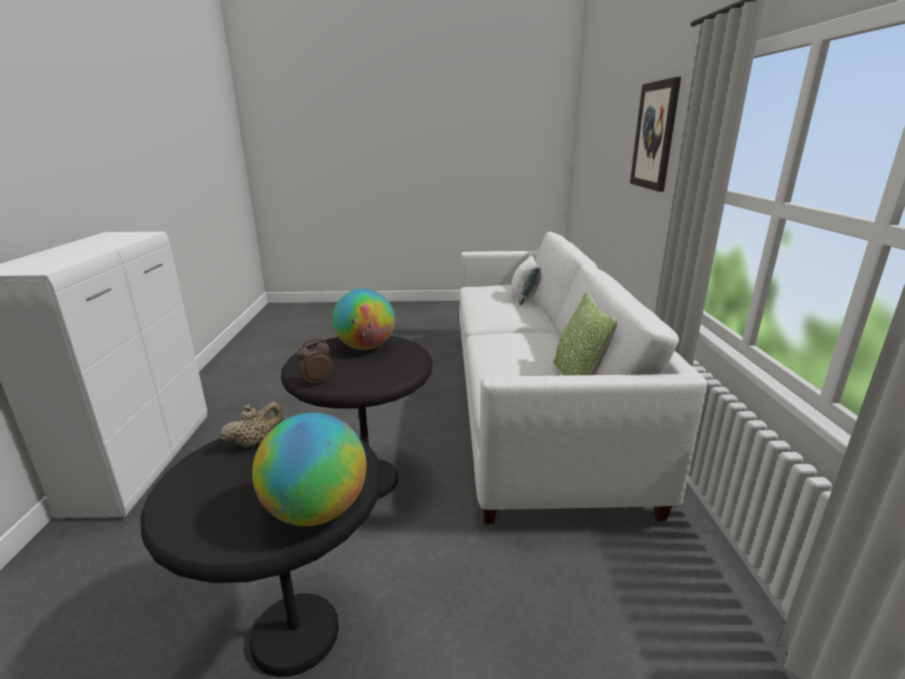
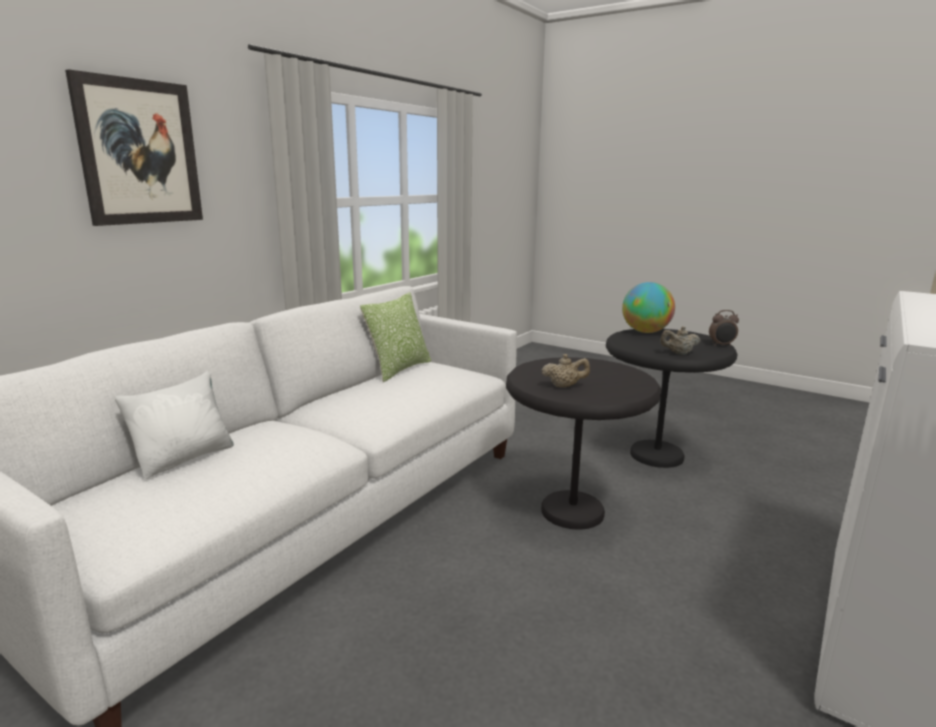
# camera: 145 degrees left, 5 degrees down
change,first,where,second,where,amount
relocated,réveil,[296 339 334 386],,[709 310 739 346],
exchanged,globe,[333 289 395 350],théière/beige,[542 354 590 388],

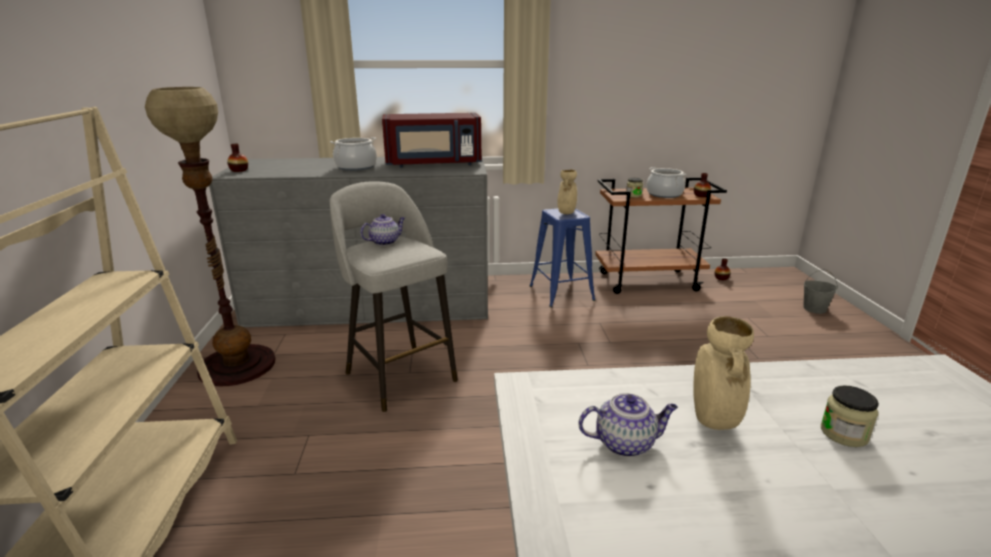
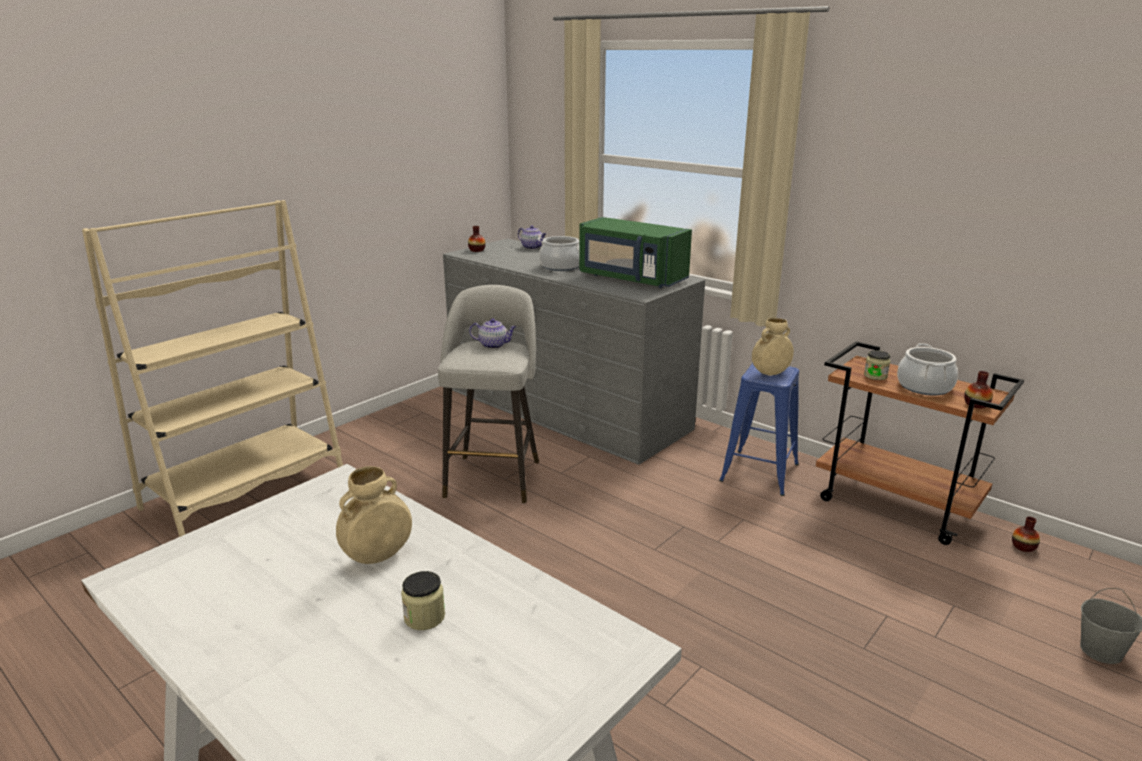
# camera: 45 degrees right, 0 degrees up
change,first,where,second,where,amount
missing,lampadaire,[145 87 276 386],,,
relocated,théière,[578 393 678 457],,[518 225 546 249],
colour,micro-ondes/rouge,[382 113 482 167],micro-ondes/vert,[579 217 692 288],

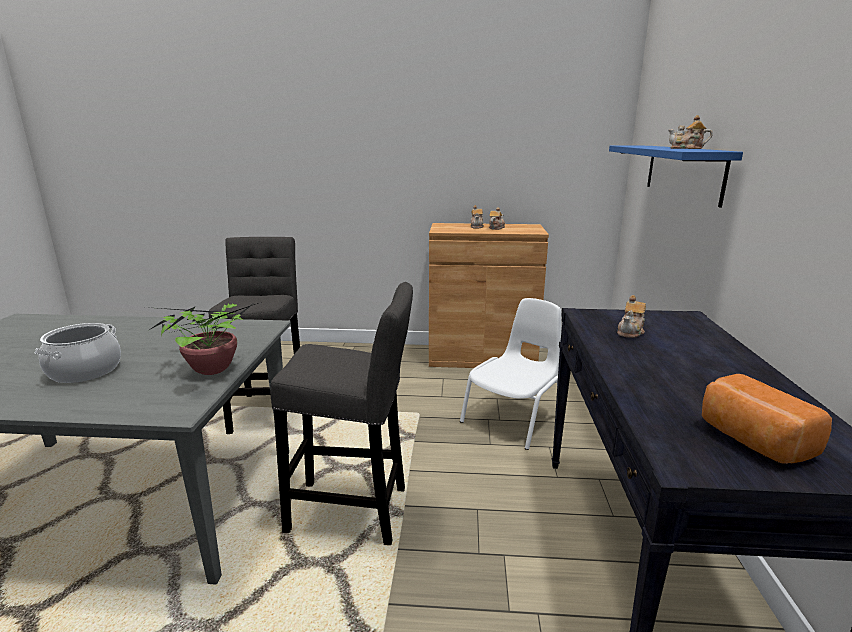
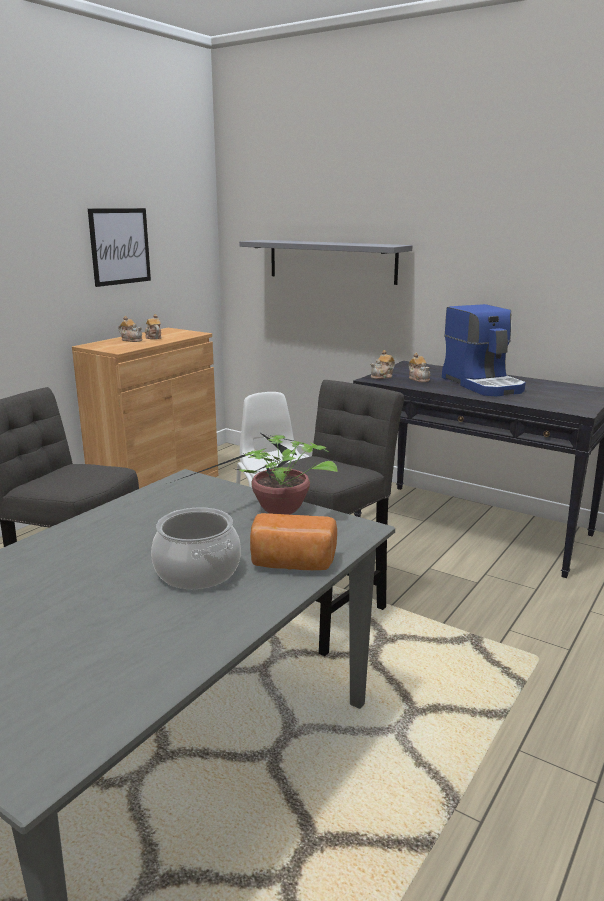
# camera: 60 degrees left, 0 degrees up
change,first,where,second,where,amount
appeared,,,tableau,[88 208 151 287],
appeared,,,machine à café,[442 304 526 396],
relocated,théière,[668 115 713 149],,[370 350 395 379],
relocated,pain,[702 374 832 464],,[250 513 337 570],
colour,étagère/bleu,[609 146 743 208],étagère/gris,[239 240 412 285],

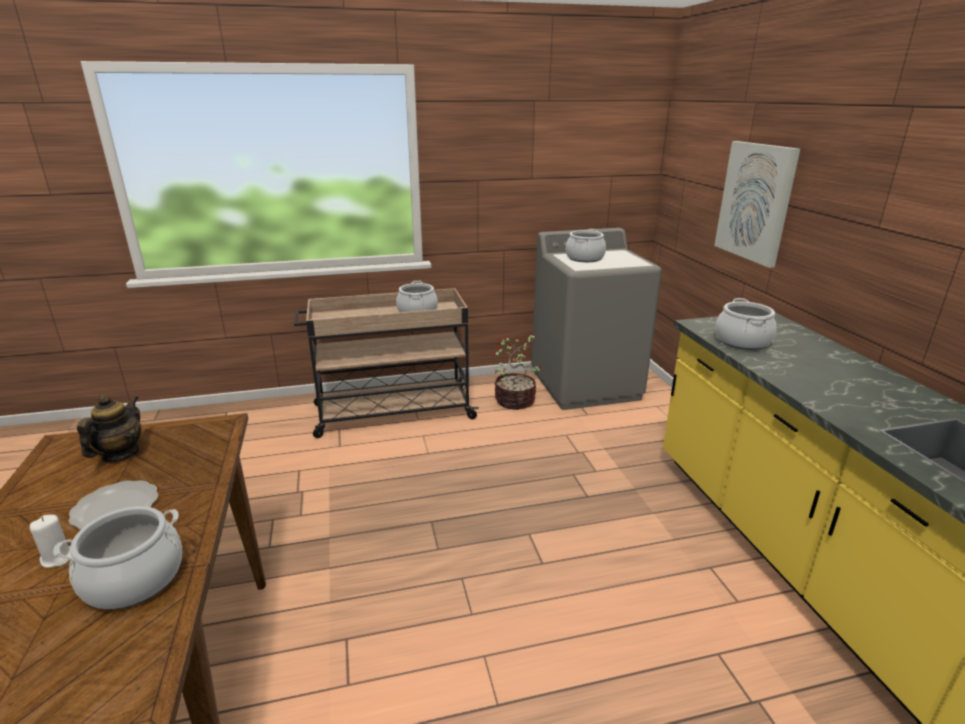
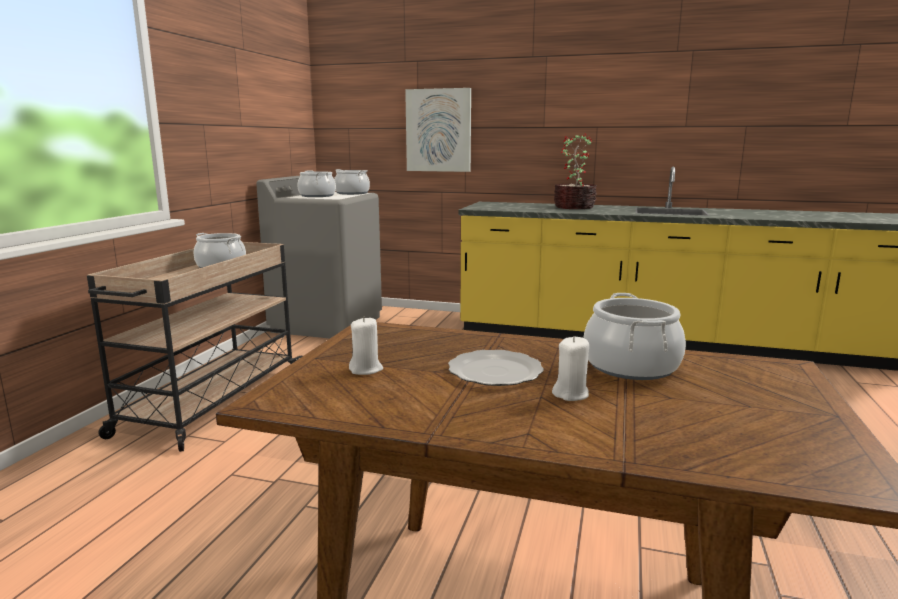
# camera: 60 degrees left, 10 degrees down
change,first,where,second,where,amount
relocated,plante en pot,[493 335 541 410],,[554 133 597 209],
relocated,marmite,[715 298 777 350],,[334 169 370 195],
exchanged,théière,[77 395 142 463],bougie/blanc,[349 317 383 375],

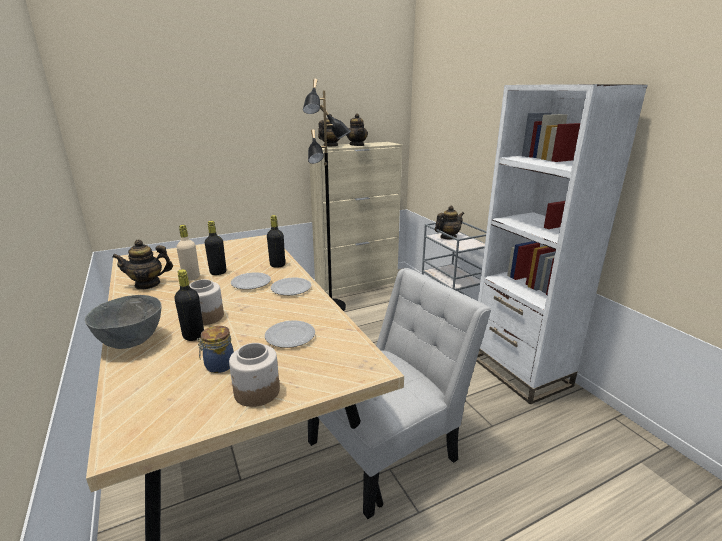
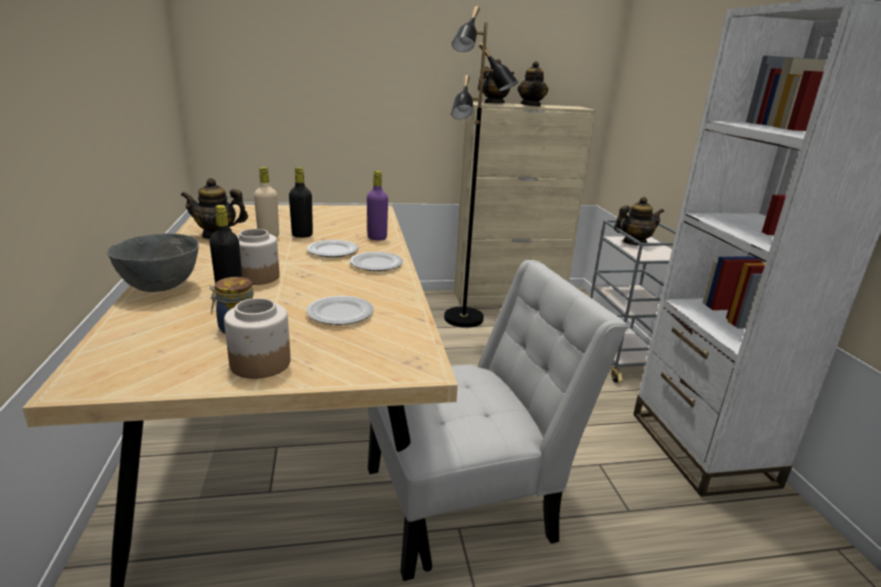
# camera: 15 degrees right, 0 degrees up
change,first,where,second,where,amount
colour,bouteille/noir,[267 215 285 268],bouteille/violet,[367 171 388 240],

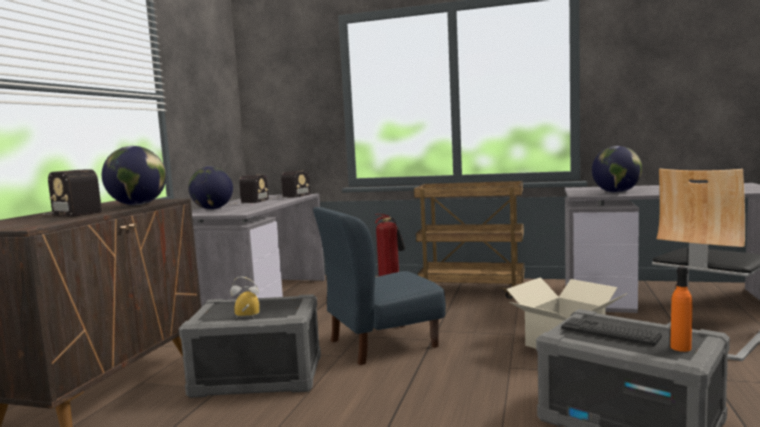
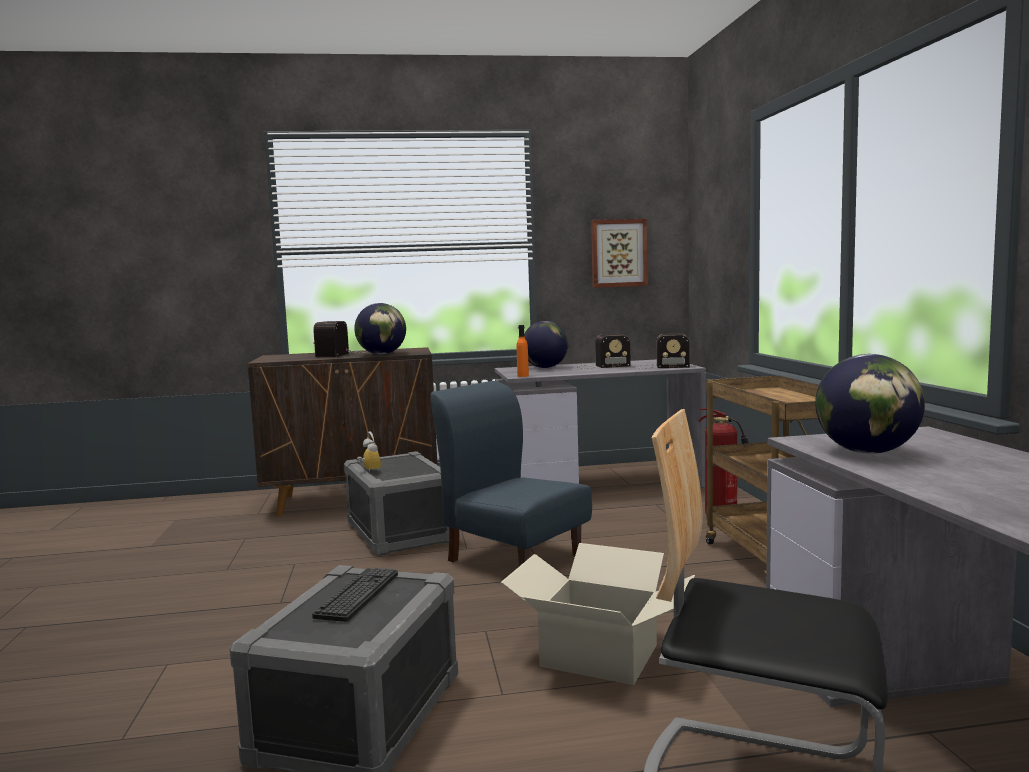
# camera: 65 degrees right, 0 degrees up
change,first,where,second,where,amount
appeared,,,tableau,[591 219 648 288],
relocated,bouteille/orange,[670 267 692 352],,[517 325 529 377],

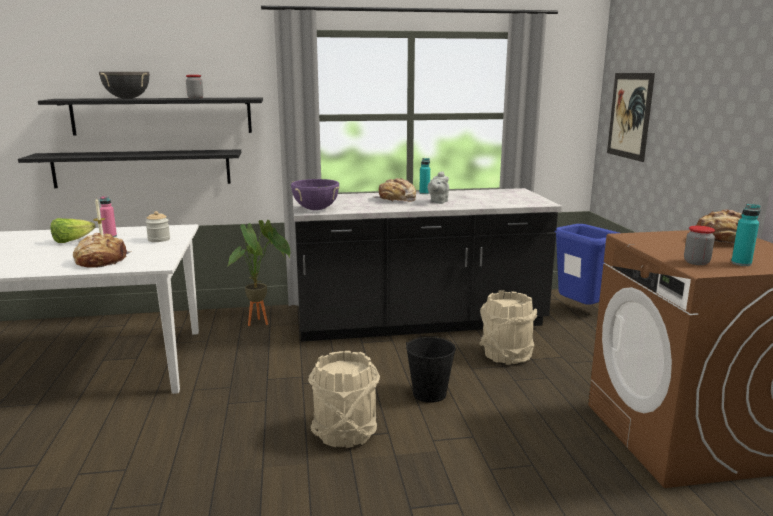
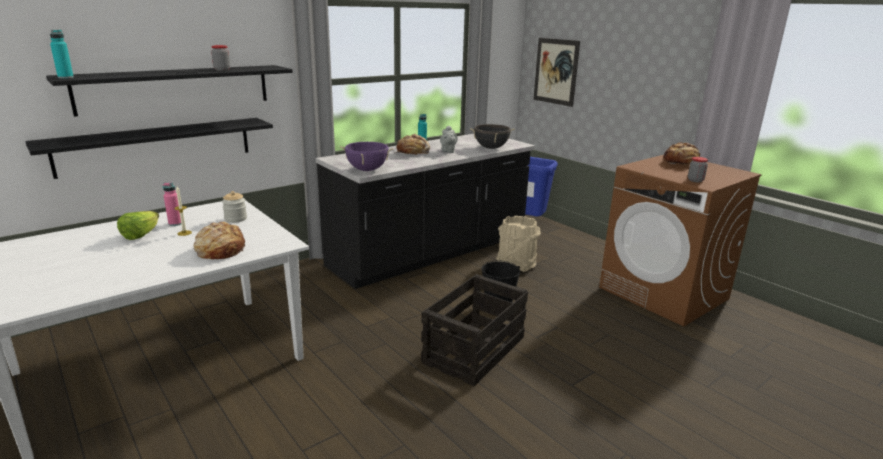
# camera: 30 degrees left, 5 degrees up
change,first,where,second,where,amount
missing,plante en pot,[228 220 290 326],,,
relocated,marmite/noir,[99 72 150 99],,[470 124 515 149],
relocated,bouteille/turquoise,[731 204 761 266],,[50 30 74 79],
exchanged,seau/beige,[308 351 380 448],caisse,[421 274 528 386],

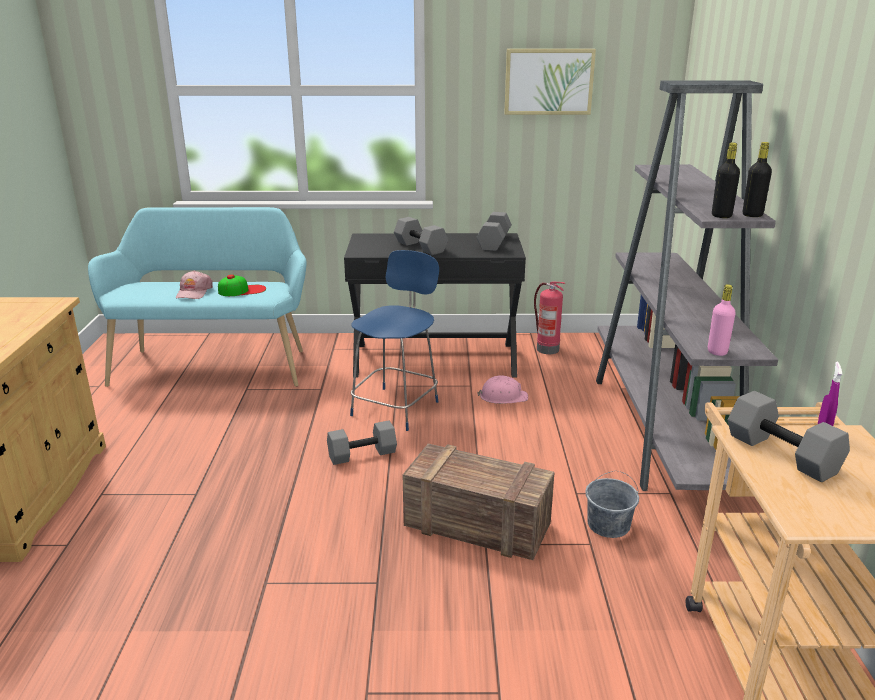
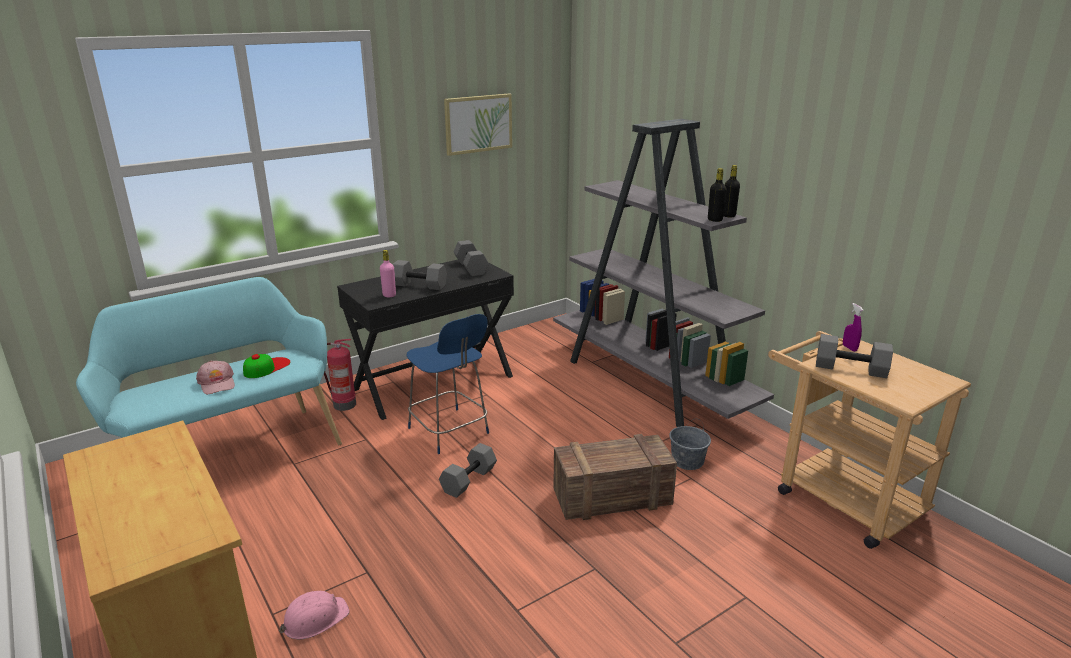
# camera: 35 degrees left, 0 degrees up
change,first,where,second,where,amount
relocated,casque de chantier/rose,[477 375 528 404],,[279 591 350 639],
relocated,extincteur,[534 282 565 354],,[324 339 356 411],
relocated,bouteille/rose,[708 284 736 356],,[380 250 396 297],
spun,chaise/bleu,[350 250 439 431],,[406 314 489 454],150 degrees clockwise

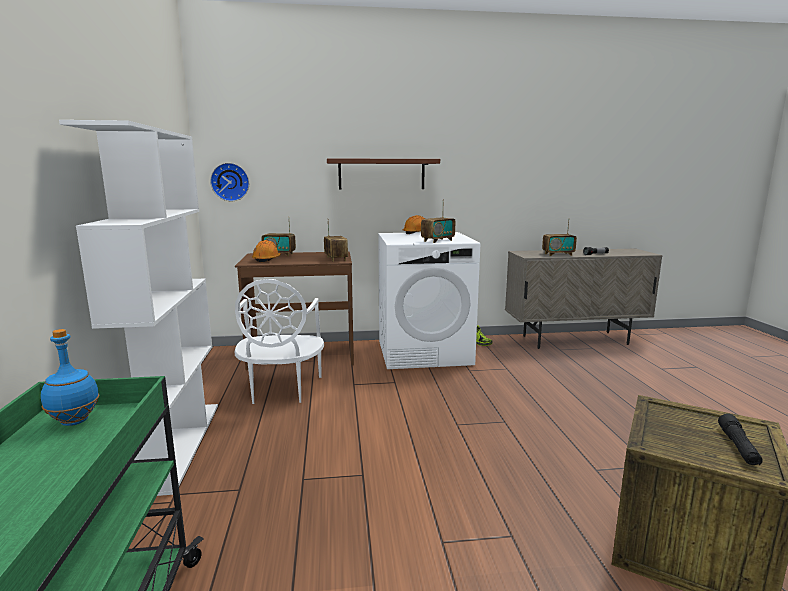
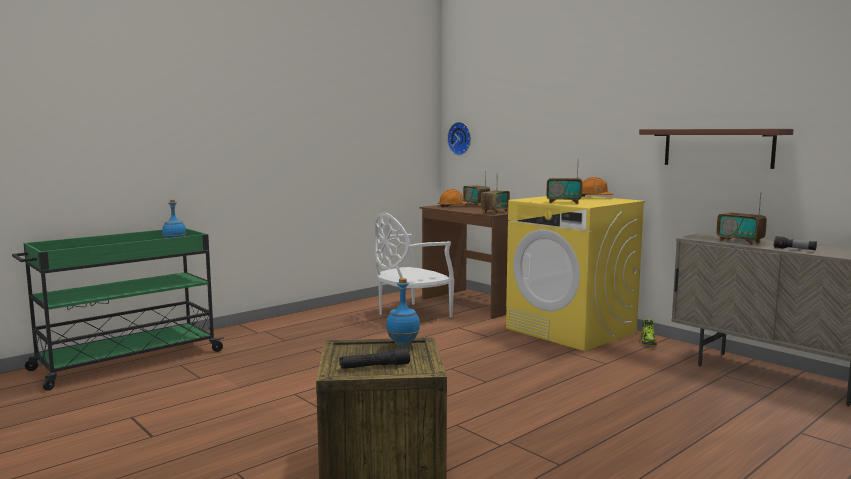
# camera: 55 degrees right, 5 degrees down
change,first,where,second,where,amount
missing,bibliothèque/blanc,[59 120 218 496],,,
appeared,,,bouteille/bleu,[386 278 420 347],
relocated,étagère/marron,[327 158 440 190],,[639 129 794 169],
colour,lave-linge/blanc,[378 232 480 369],lave-linge/jaune,[506 196 645 351],

